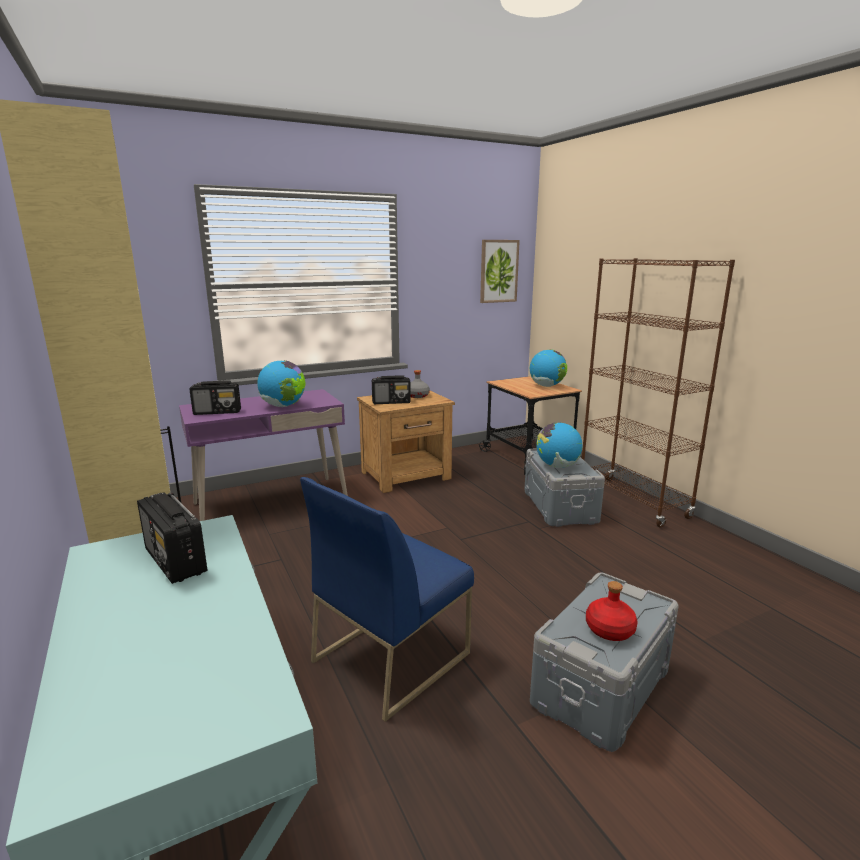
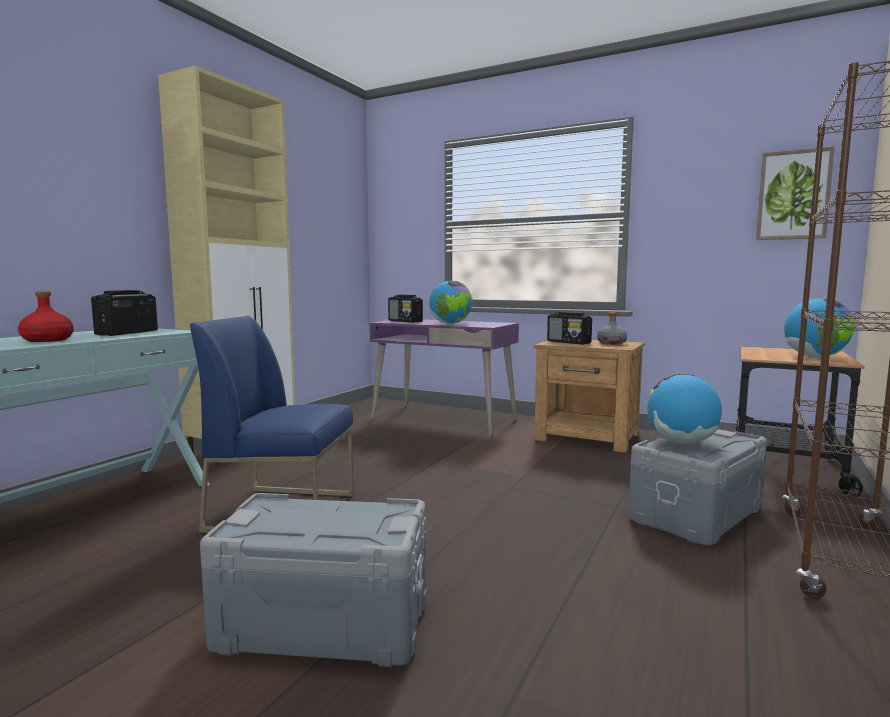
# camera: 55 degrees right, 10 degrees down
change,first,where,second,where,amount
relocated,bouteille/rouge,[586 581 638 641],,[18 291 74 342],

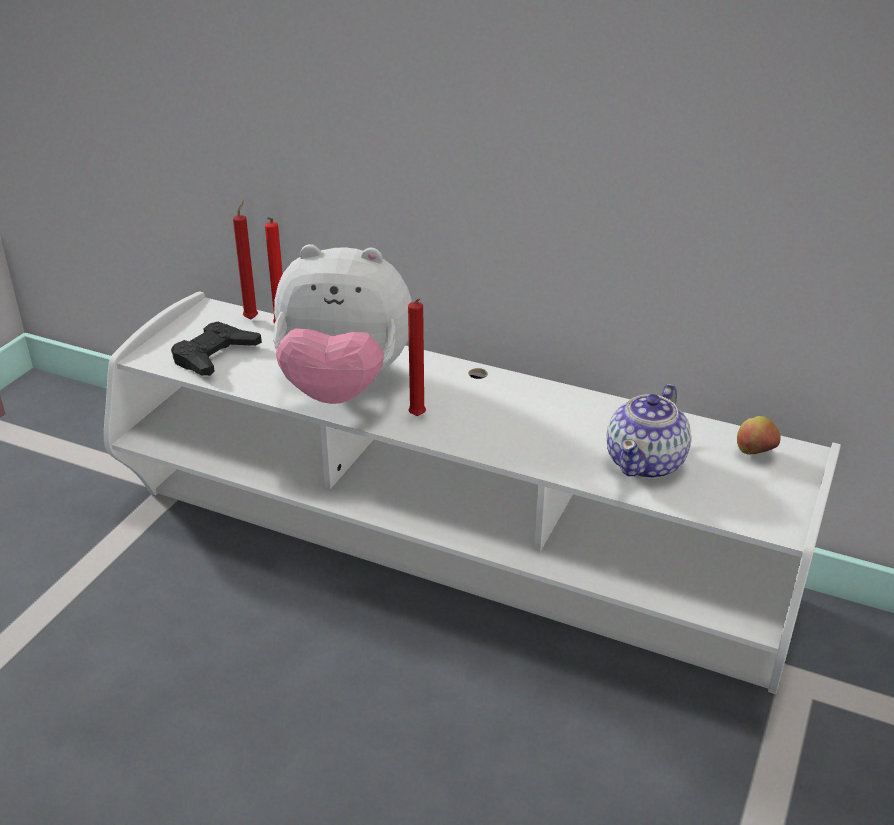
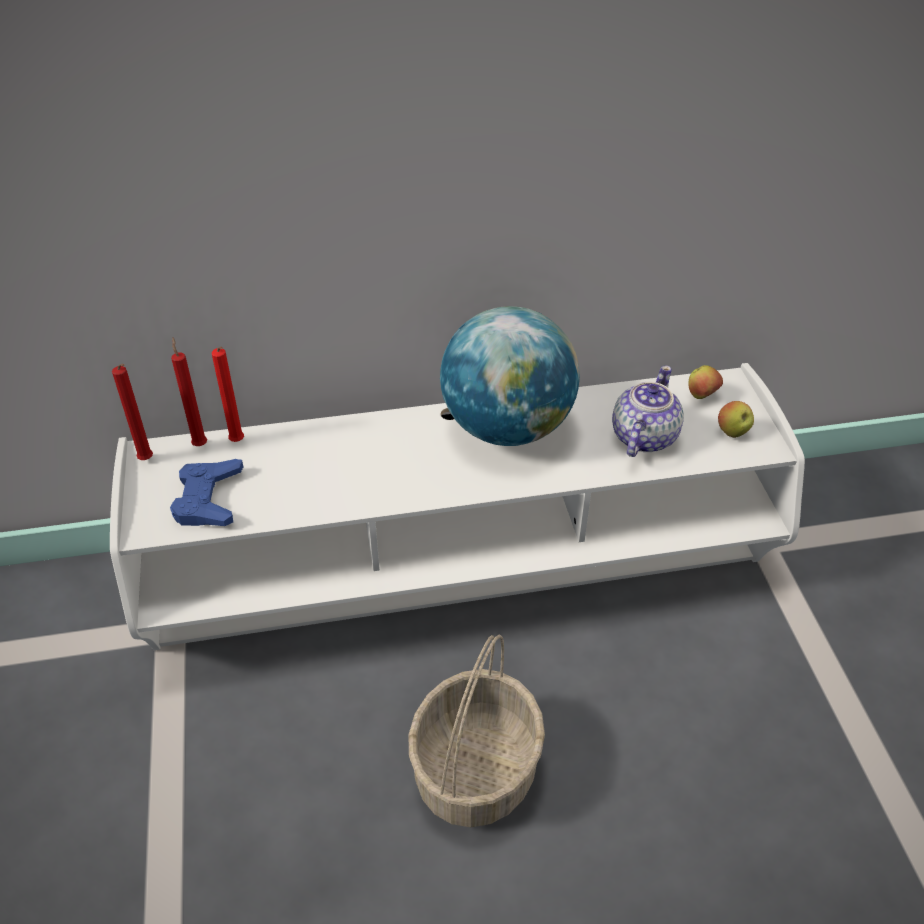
# camera: 35 degrees left, 10 degrees up
change,first,where,second,where,amount
missing,peluche,[273 244 412 404],,,
appeared,,,panier,[408 634 545 827],
appeared,,,globe,[440 306 580 446],
appeared,,,pomme,[718 401 754 438],
relocated,bougie/rouge,[408 298 426 416],,[112 364 153 460],
colour,manette/noir,[171 322 262 376],manette/bleu,[170 459 243 526],
spun,théière,[607 384 691 479],,[612 366 684 457],150 degrees counterclockwise

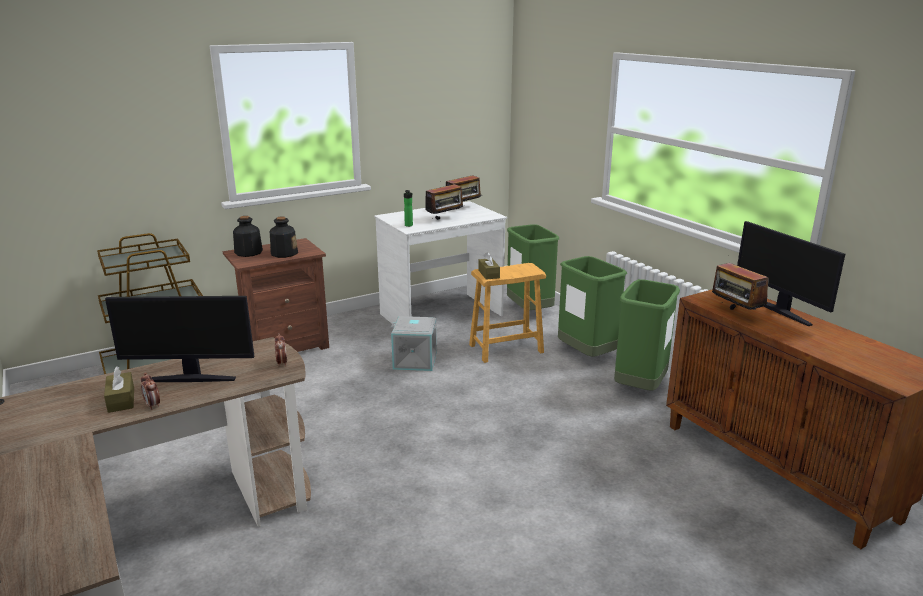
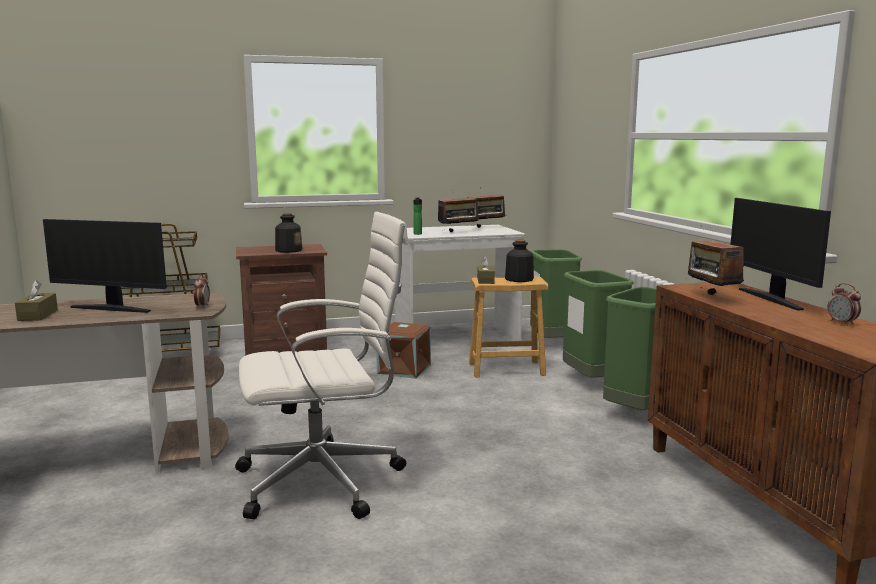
# camera: 15 degrees right, 10 degrees down
change,first,where,second,where,amount
appeared,,,chaise de bureau/blanc,[235 212 408 519],
relocated,réveil,[140 373 160 410],,[827 283 861 326],
relocated,bouteille,[233 216 263 257],,[505 240 534 282],
colour,boîte de rangement/gris,[391 316 437 371],boîte de rangement/marron,[376 322 431 379],

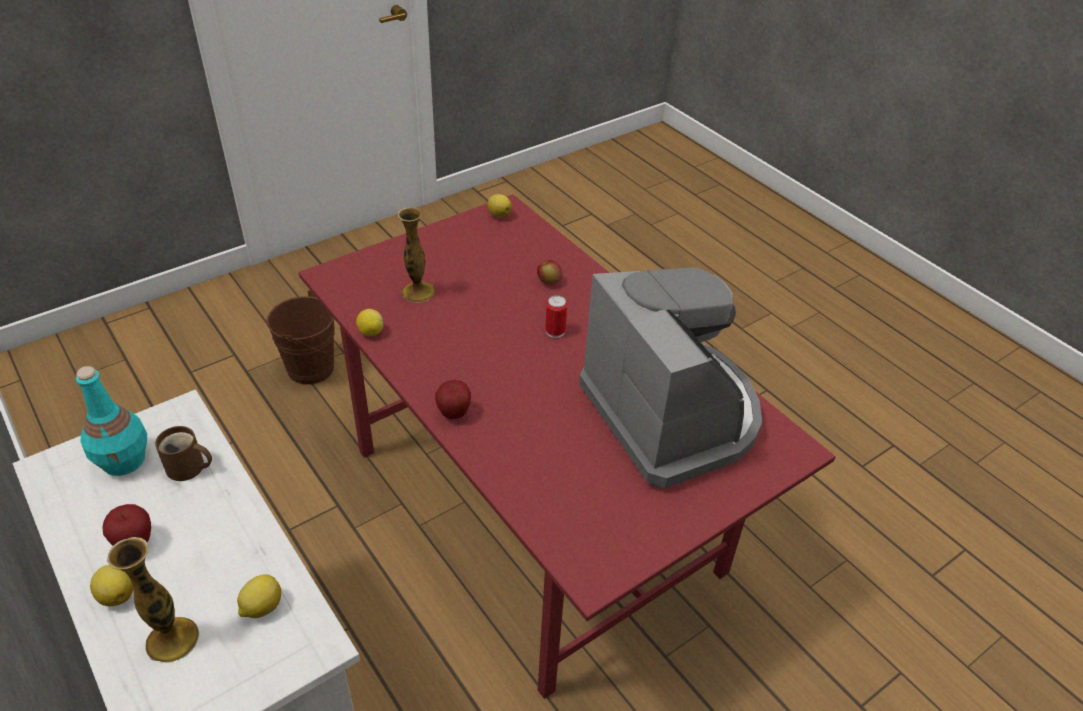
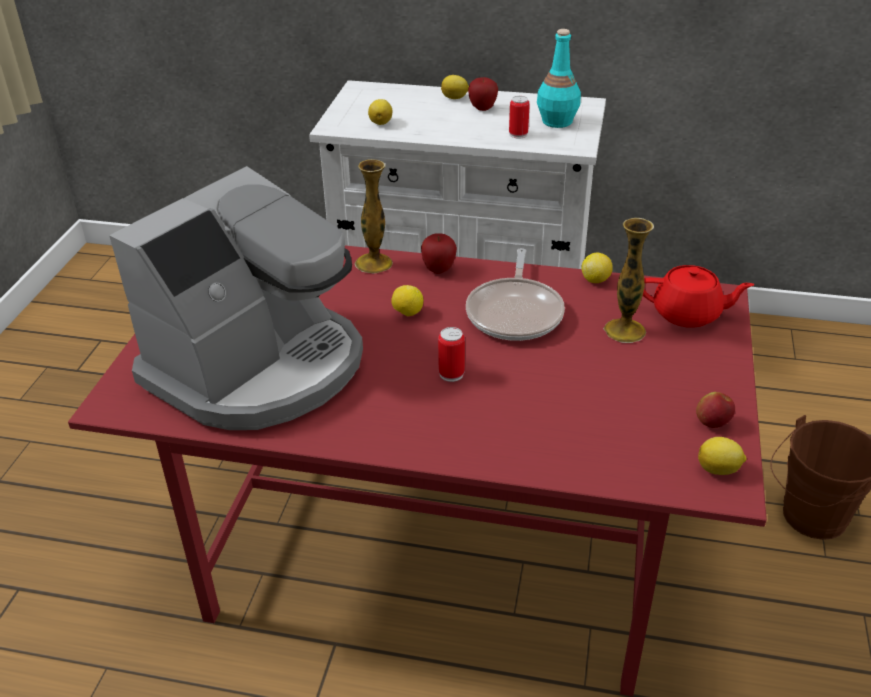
# camera: 140 degrees right, 5 degrees down
change,first,where,second,where,amount
appeared,,,citron,[391 285 423 316],
appeared,,,poêle,[466 248 565 341],
appeared,,,théière/rouge,[643 265 755 328],
relocated,vase,[107 537 199 663],,[355 159 393 273],
relocated,pomme,[537 260 562 284],,[696 392 735 428],
exchanged,mug/marron,[155 426 212 481],boîte métallique,[509 96 530 138],
spun,machine à café,[579 268 762 489],,[109 166 363 430],75 degrees counterclockwise

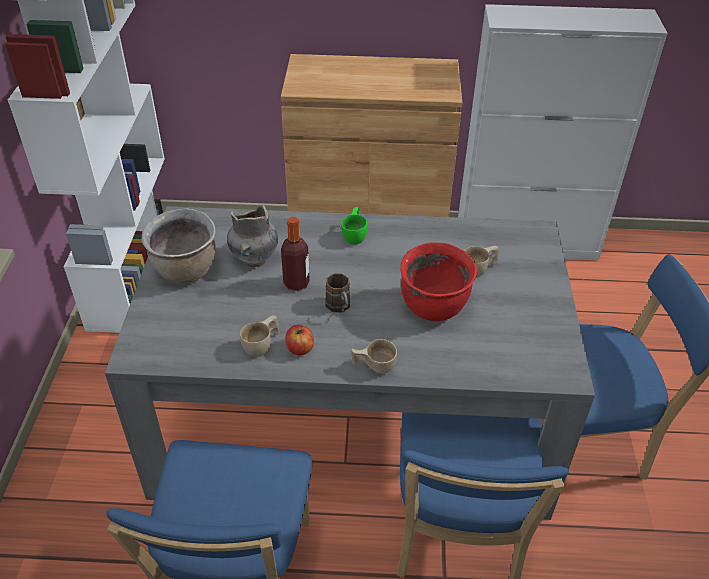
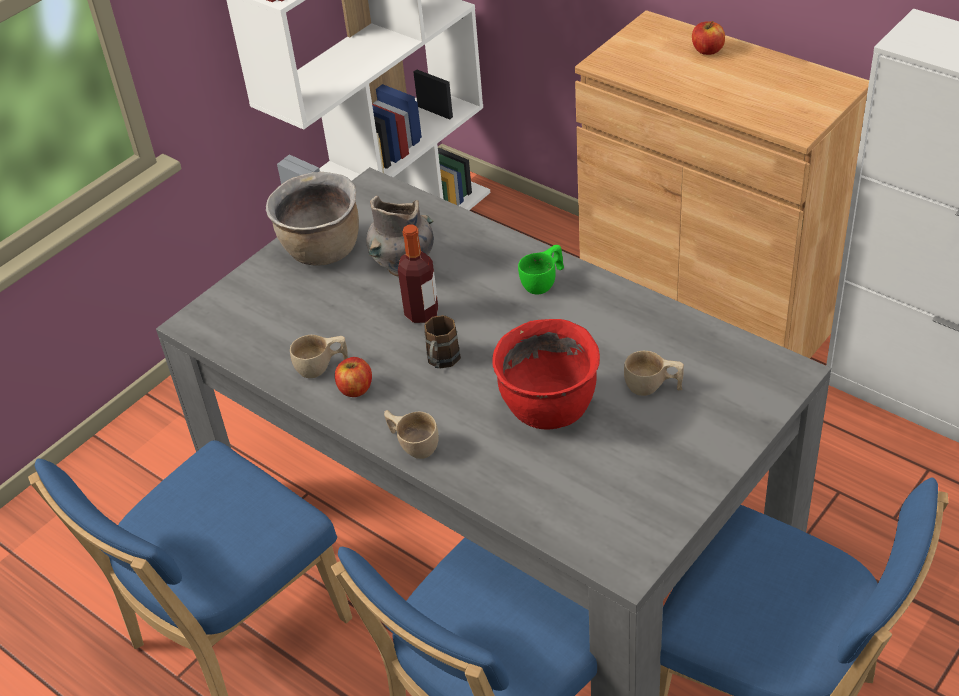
# camera: 40 degrees right, 0 degrees up
change,first,where,second,where,amount
appeared,,,pomme,[692 21 725 55],

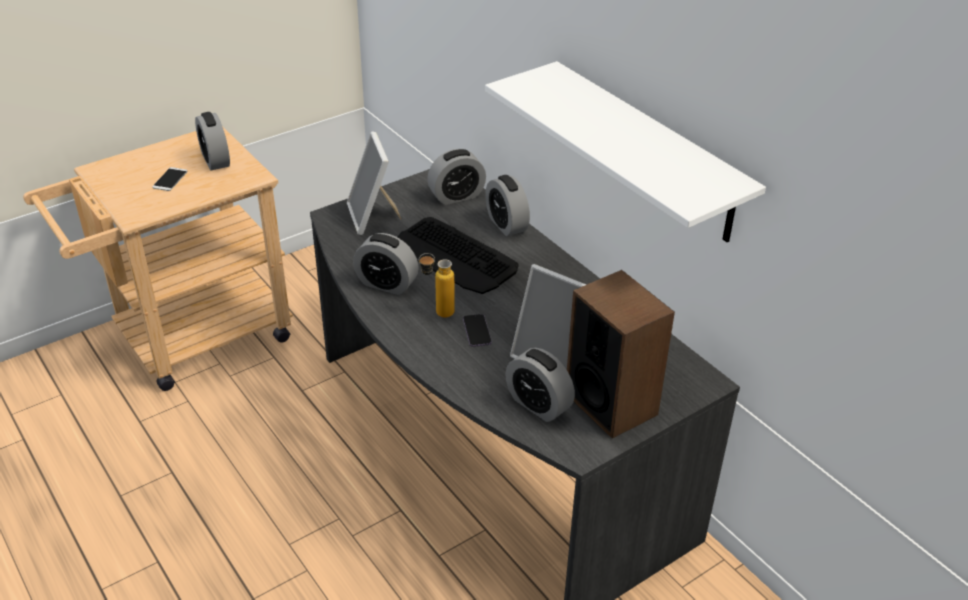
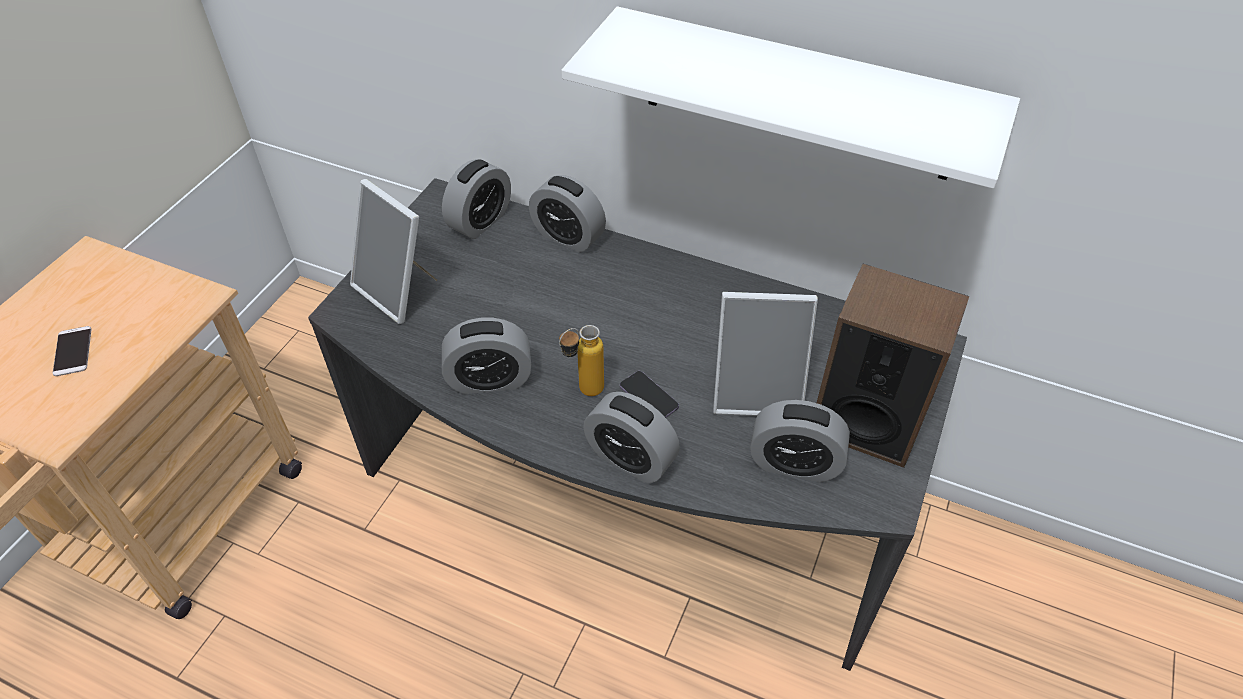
# camera: 30 degrees left, 10 degrees up
change,first,where,second,where,amount
missing,clavier,[397 217 519 294],,,
relocated,réveil,[195 112 230 171],,[583 392 680 483],

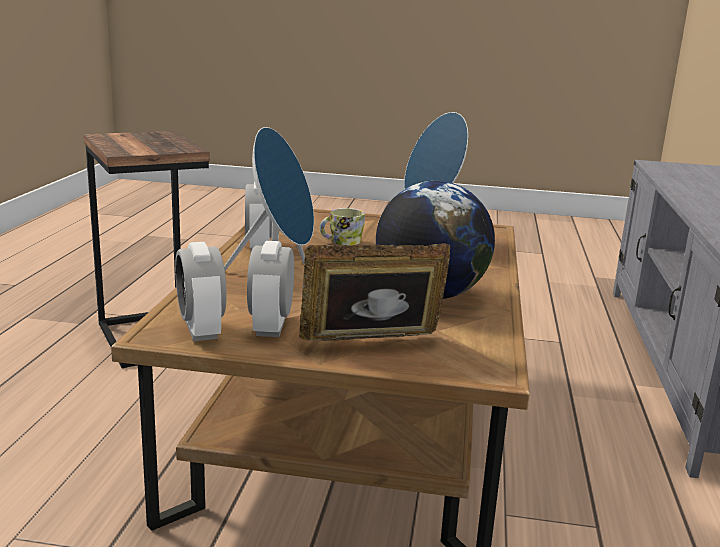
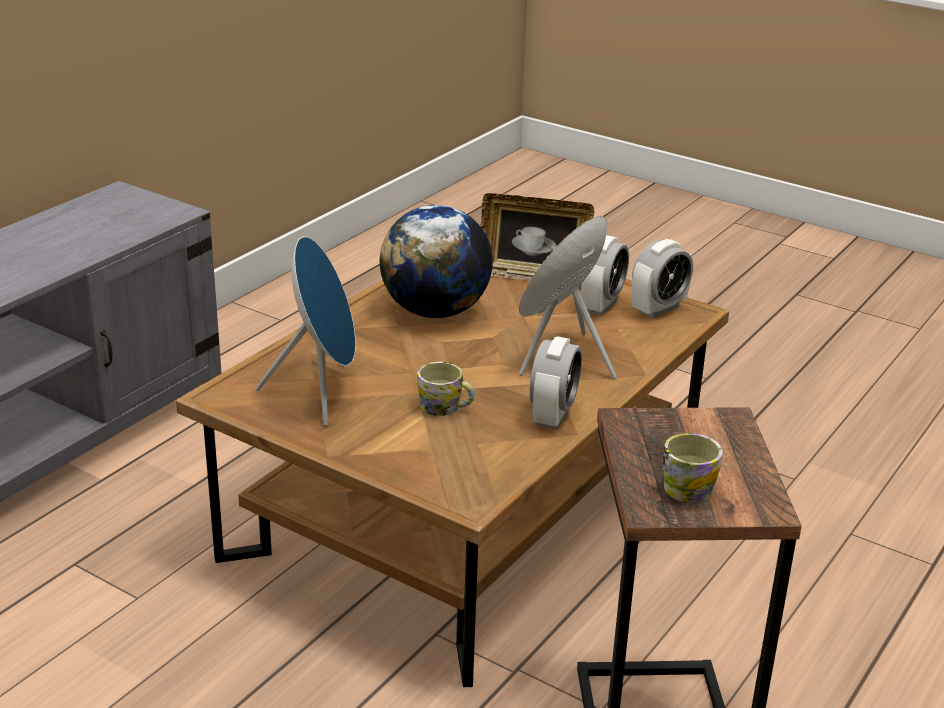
# camera: 155 degrees left, 10 degrees up
change,first,where,second,where,amount
appeared,,,mug,[663 433 723 503],
spun,réveil,[175 242 227 341],,[631 239 693 318],45 degrees clockwise

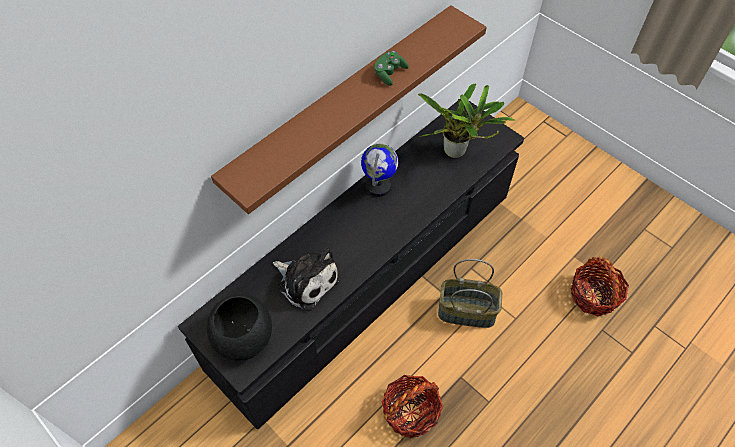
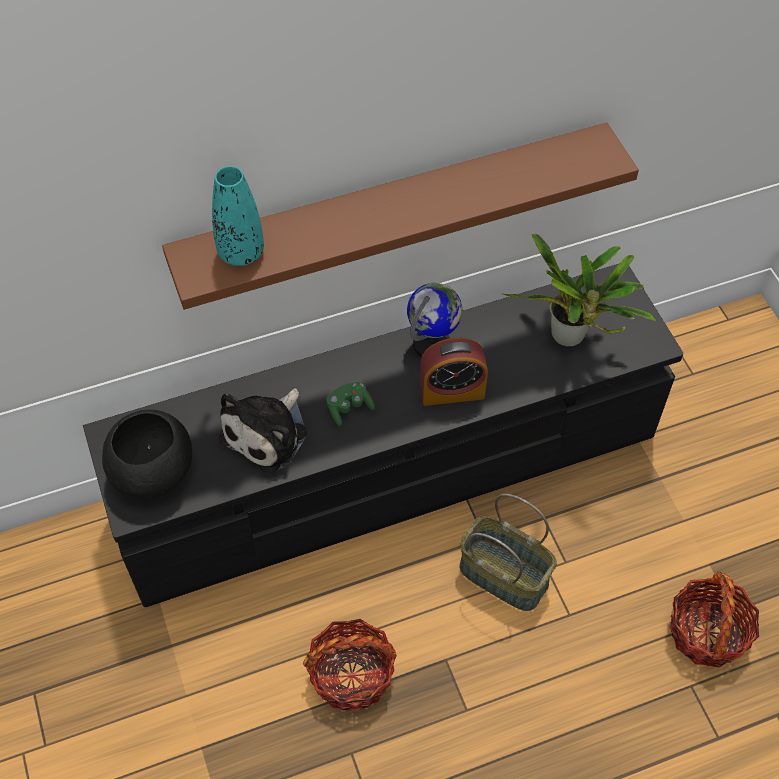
# camera: 25 degrees right, 0 degrees up
change,first,where,second,where,amount
appeared,,,vase/turquoise,[212 166 264 266],
appeared,,,réveil,[420 338 488 406],
relocated,manette/vert,[374 51 409 86],,[326 382 375 426],
spun,peluche,[273 248 340 311],,[219 388 307 473],60 degrees clockwise

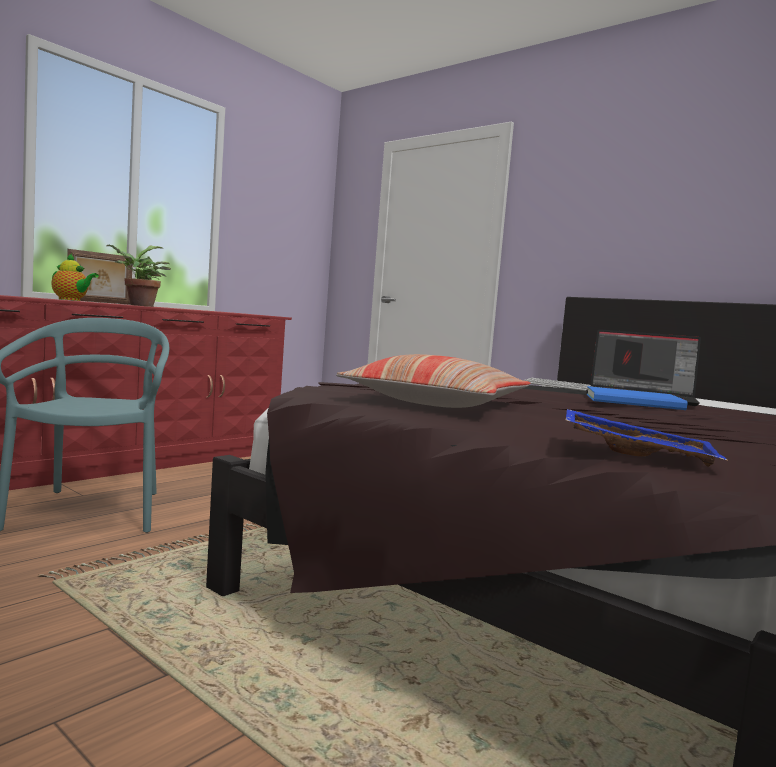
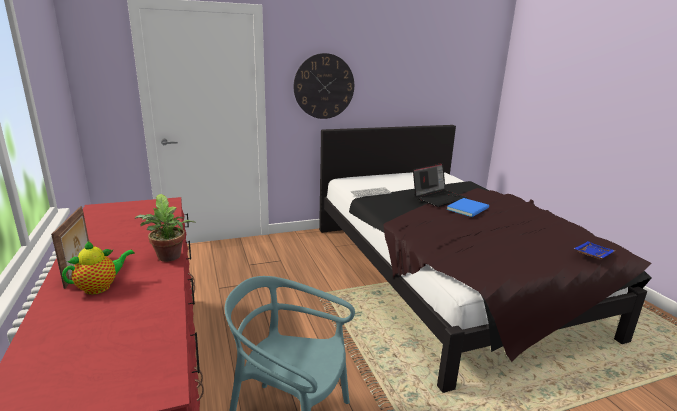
# camera: 60 degrees left, 15 degrees up
change,first,where,second,where,amount
missing,coussin,[336 354 531 408],,,
appeared,,,horloge murale,[294 53 354 119],

